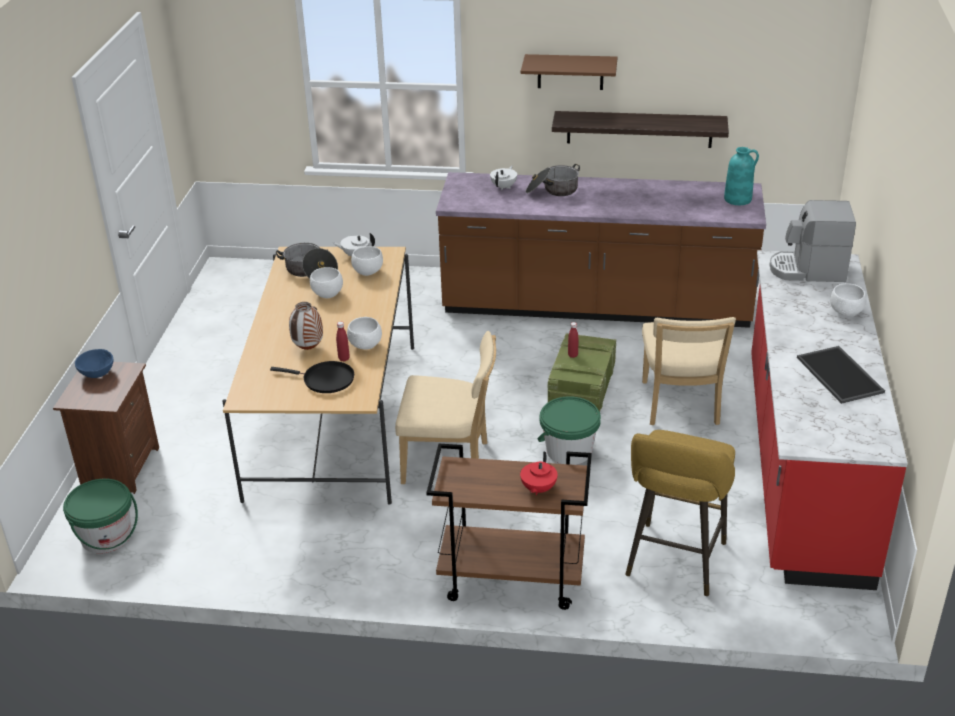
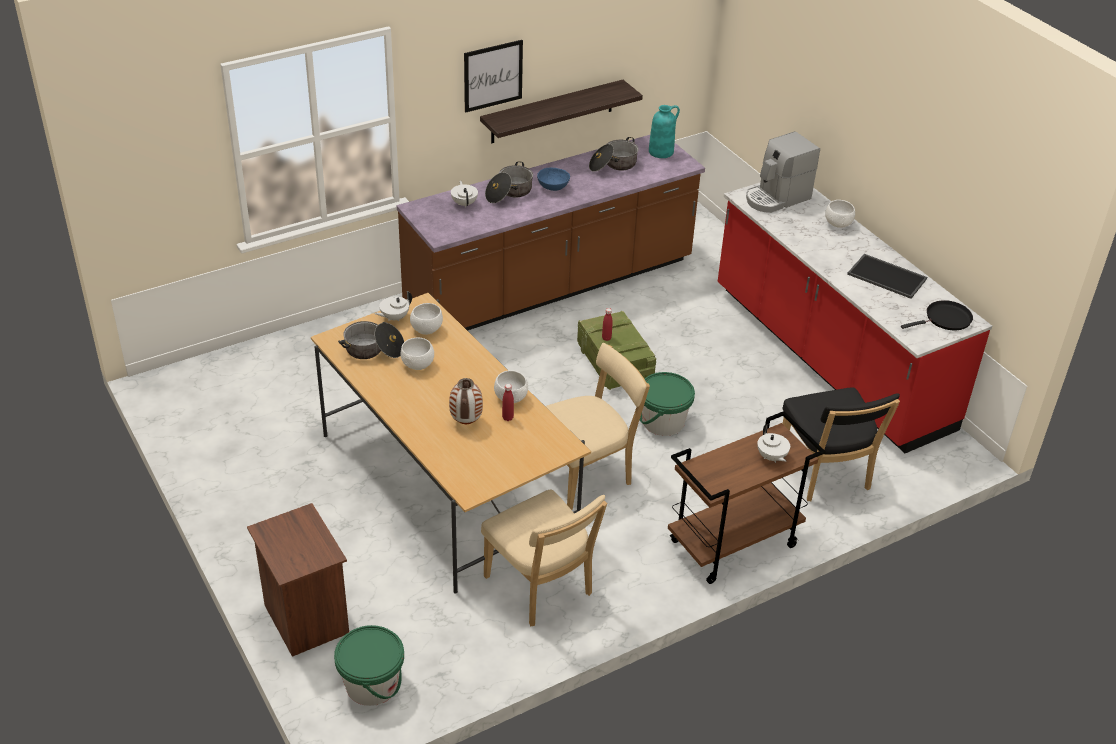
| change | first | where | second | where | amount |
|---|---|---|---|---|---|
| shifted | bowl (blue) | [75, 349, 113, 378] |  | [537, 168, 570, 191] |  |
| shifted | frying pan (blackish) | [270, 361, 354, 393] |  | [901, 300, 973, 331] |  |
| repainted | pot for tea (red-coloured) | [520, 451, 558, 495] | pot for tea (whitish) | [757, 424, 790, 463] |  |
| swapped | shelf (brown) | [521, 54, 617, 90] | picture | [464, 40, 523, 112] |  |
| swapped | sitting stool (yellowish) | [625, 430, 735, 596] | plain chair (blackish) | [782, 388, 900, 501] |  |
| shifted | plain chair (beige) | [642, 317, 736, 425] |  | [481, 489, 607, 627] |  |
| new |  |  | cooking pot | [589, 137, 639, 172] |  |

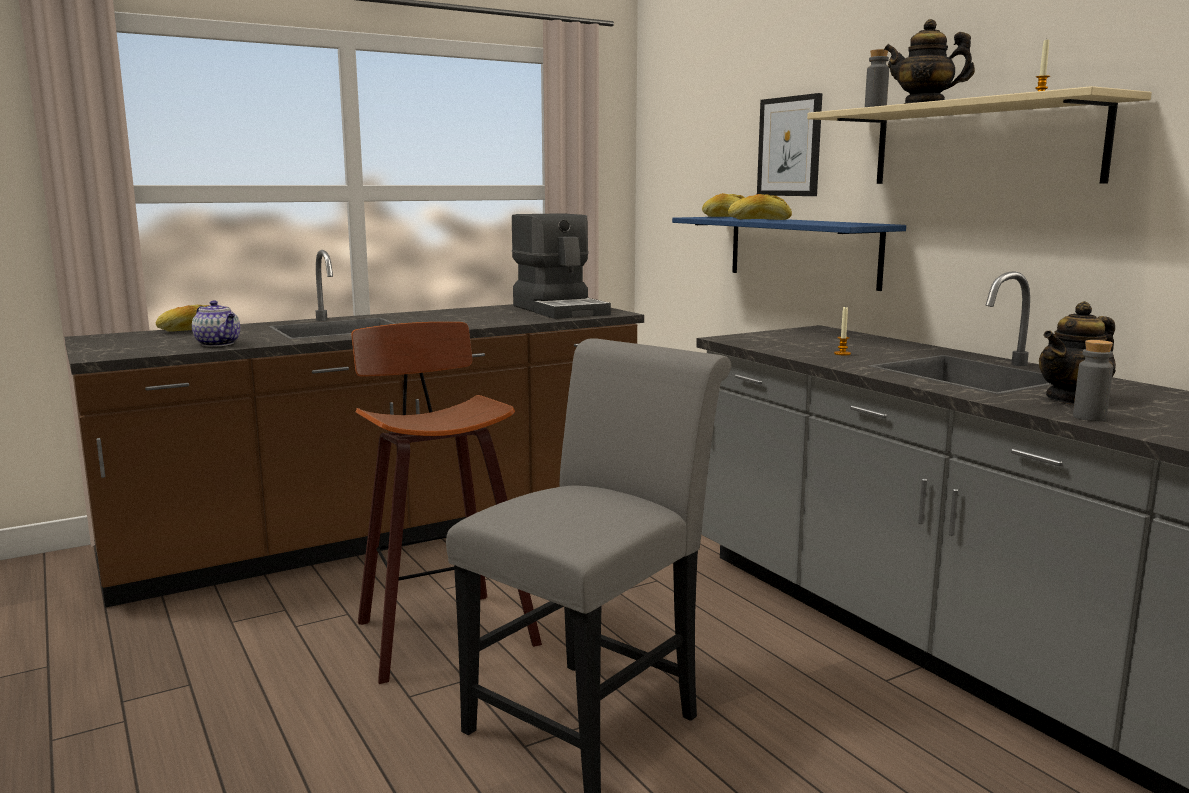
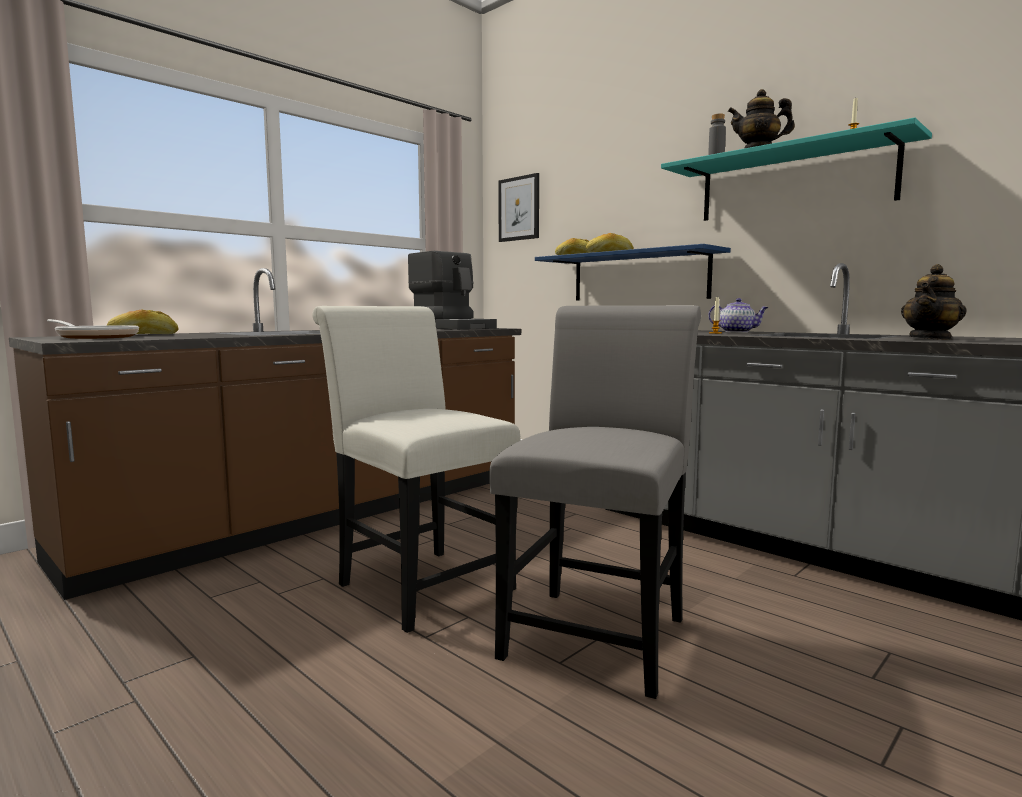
| change | first | where | second | where | amount |
|---|---|---|---|---|---|
| shifted | pot for tea | [192, 300, 240, 347] |  | [709, 298, 769, 332] |  |
| swapped | sitting stool | [351, 322, 542, 684] | plain chair (whitish) | [312, 306, 520, 633] |  |
| shifted | picture | [757, 93, 822, 196] |  | [499, 173, 539, 242] |  |
| repainted | shelf (beige) | [807, 86, 1152, 184] | shelf (turquoise) | [661, 118, 932, 221] |  |
| gone | bottle (greyish) | [1073, 340, 1113, 421] |  |  |  |
| new |  |  | frying pan | [47, 319, 139, 339] |  |

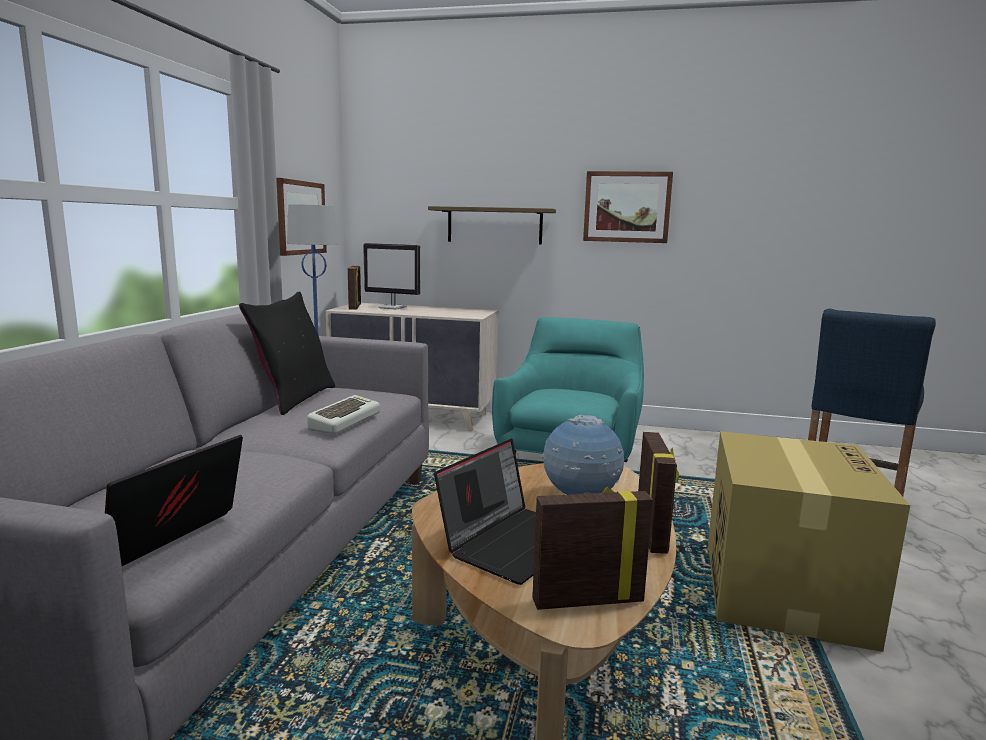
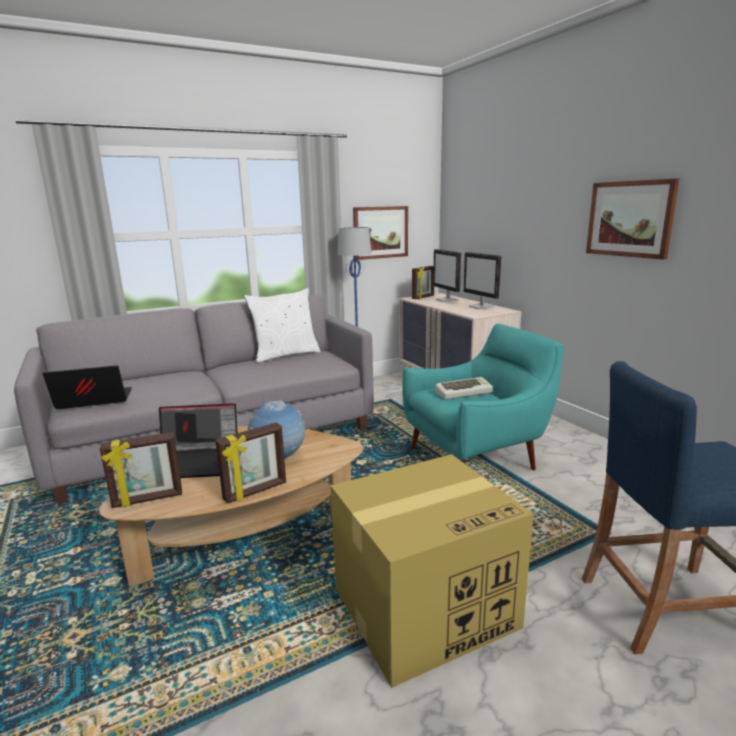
| change | first | where | second | where | amount |
|---|---|---|---|---|---|
| repainted | cushion (blackish) | [239, 291, 335, 415] | cushion (whitish) | [244, 288, 320, 363] |  |
| shifted | keyboard | [307, 395, 380, 434] |  | [435, 377, 493, 400] |  |
| gone | shelf | [428, 206, 556, 244] |  |  |  |
| rotated | photo frame | [532, 487, 653, 610] |  | [100, 432, 182, 508] | 120 degrees clockwise |
| new |  |  | monitor | [464, 252, 501, 309] |  |

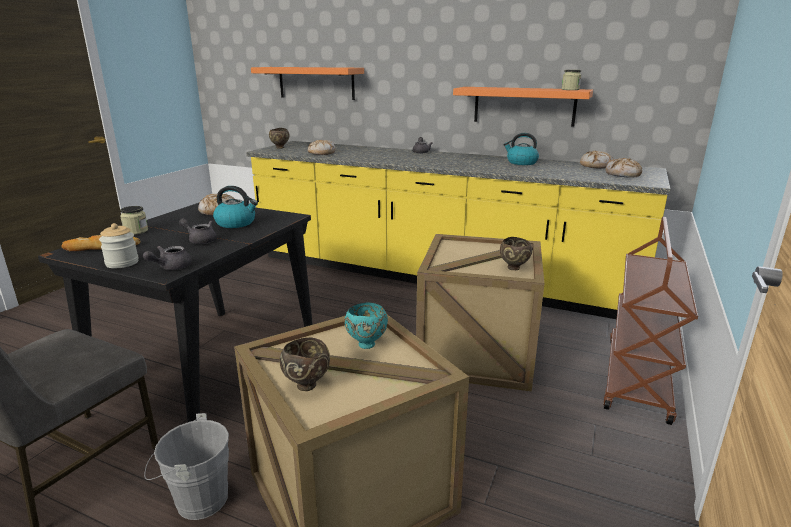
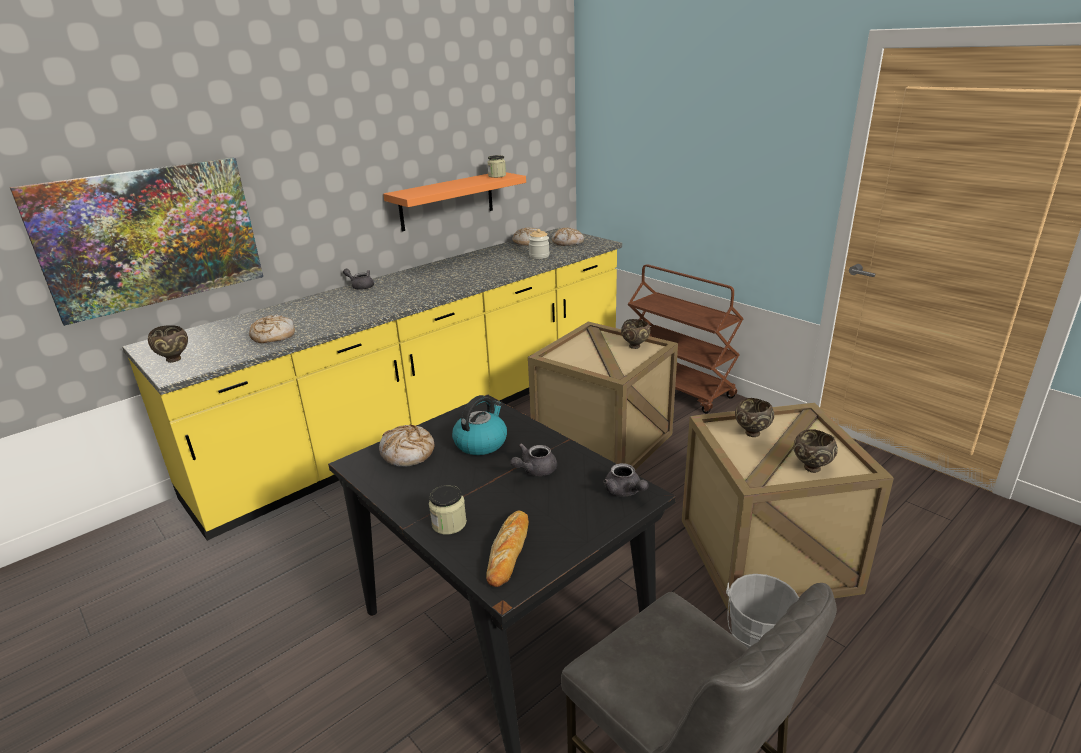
| change | first | where | second | where | amount |
|---|---|---|---|---|---|
| shifted | jar | [99, 223, 139, 268] |  | [528, 229, 549, 259] |  |
| swapped | shelf (orangey) | [251, 67, 364, 100] | picture | [10, 158, 263, 326] |  |
| repainted | bowl (turquoise) | [344, 302, 388, 349] | bowl (brown) | [735, 398, 774, 437] |  |
| gone | kettle | [504, 133, 539, 165] |  |  |  |

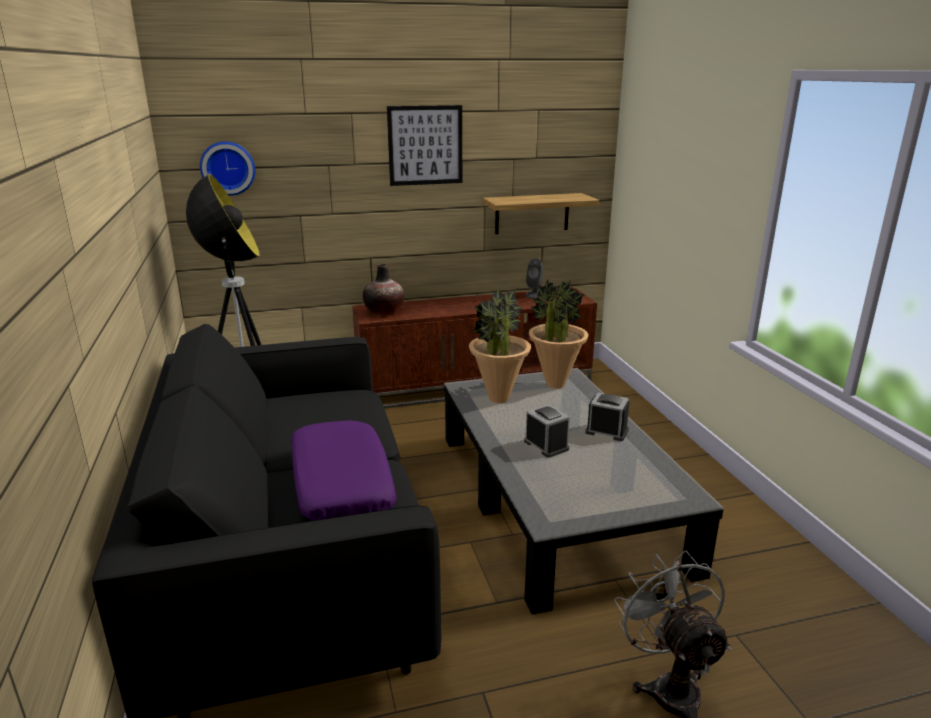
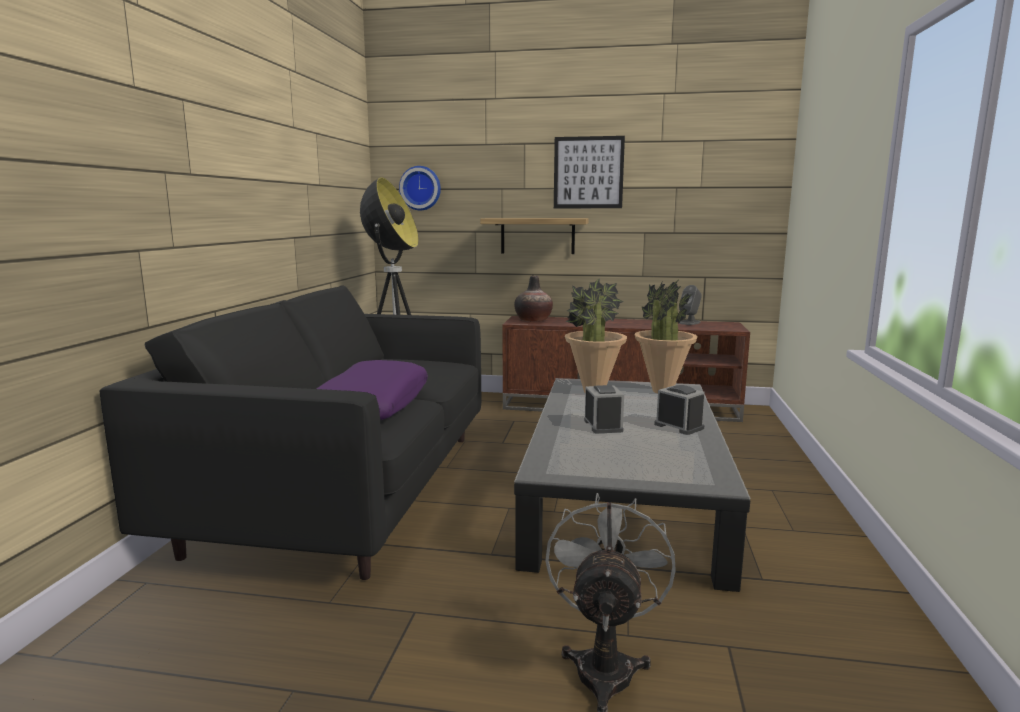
| change | first | where | second | where | amount |
|---|---|---|---|---|---|
| shifted | shelf | [482, 193, 599, 234] |  | [480, 218, 589, 254] |  |

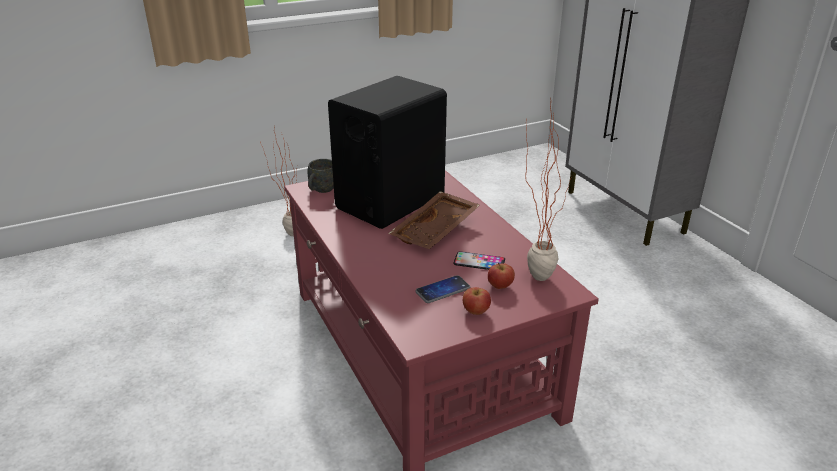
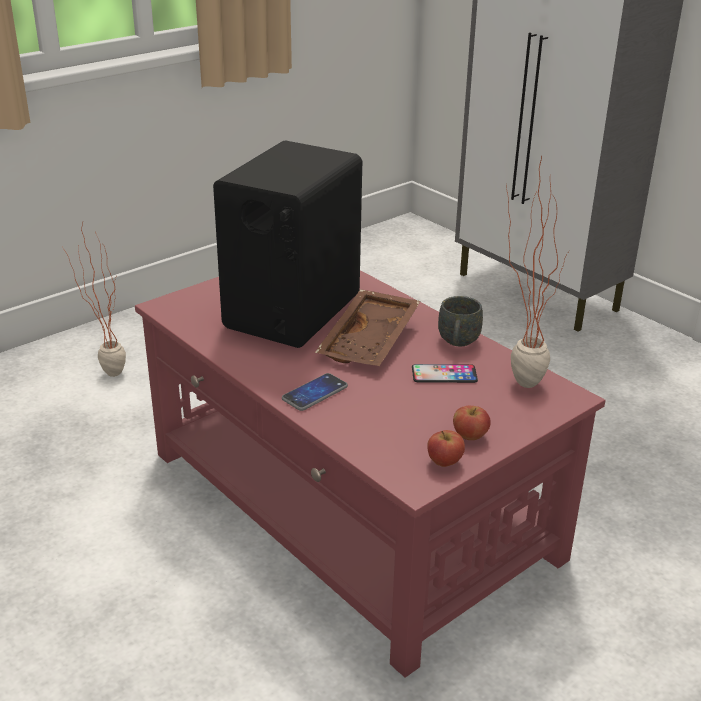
| change | first | where | second | where | amount |
|---|---|---|---|---|---|
| shifted | mug (greyish) | [308, 159, 334, 193] |  | [438, 296, 483, 346] |  |
| shifted | phone | [415, 275, 470, 303] |  | [282, 373, 348, 411] |  |
| shifted | whole apple | [488, 263, 515, 289] |  | [427, 430, 465, 467] |  |

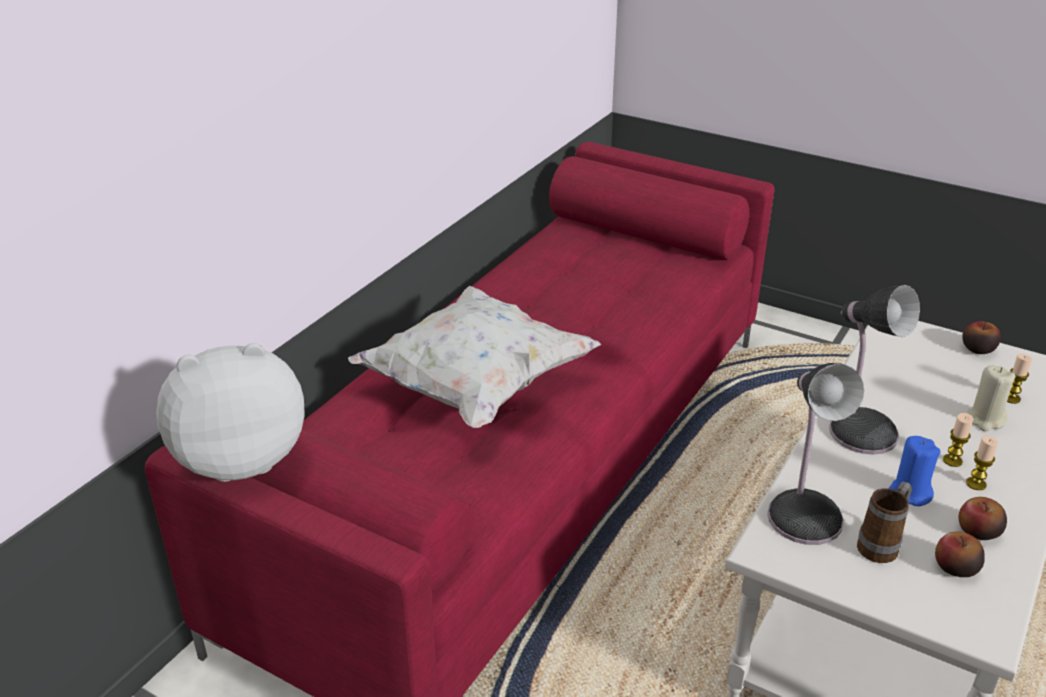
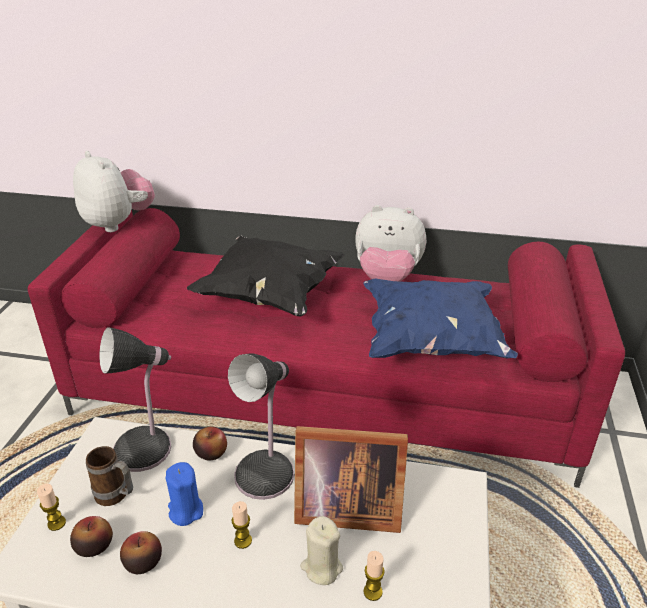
| change | first | where | second | where | amount |
|---|---|---|---|---|---|
| repainted | cushion (whitish) | [348, 286, 601, 428] | cushion (blackish) | [187, 236, 345, 317] |  |
| shifted | whole apple | [962, 322, 1000, 354] |  | [193, 427, 227, 460] |  |
| shifted | candle | [966, 436, 998, 490] |  | [37, 484, 66, 531] |  |
| new |  |  | photo frame | [294, 426, 408, 533] |  |
| new |  |  | soft toy | [355, 205, 426, 281] |  |
| new |  |  | cushion (blue) | [363, 278, 518, 358] |  |

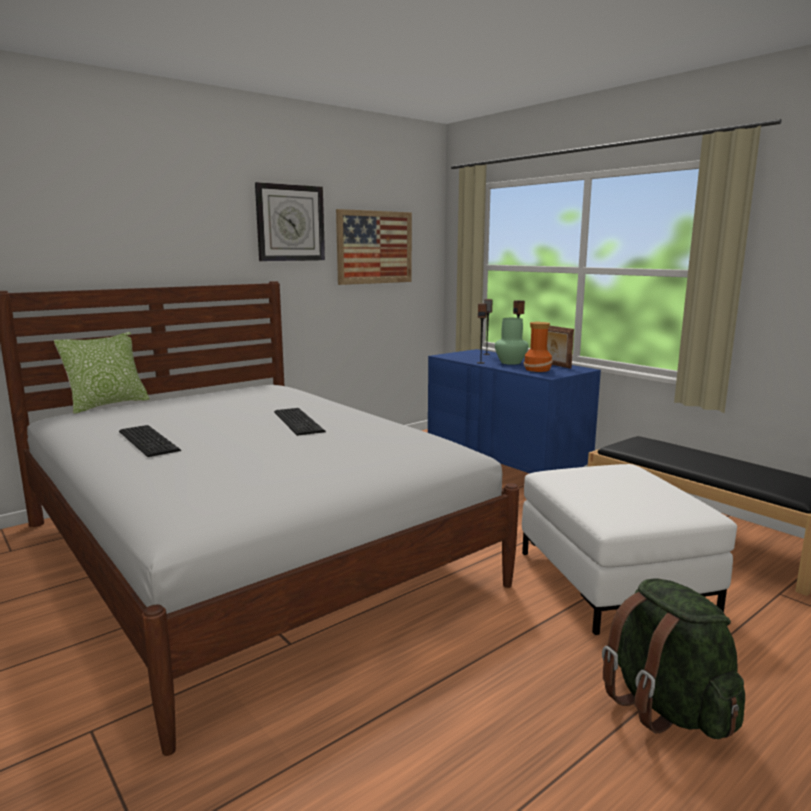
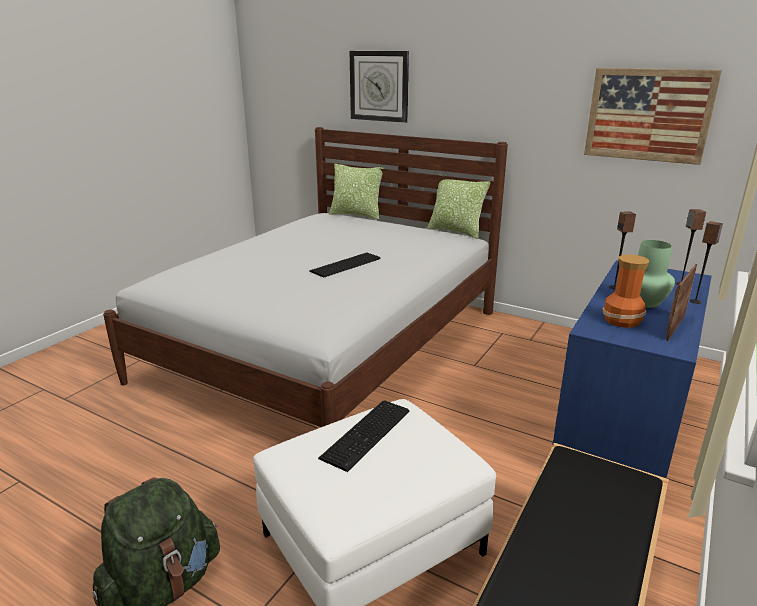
| change | first | where | second | where | amount |
|---|---|---|---|---|---|
| shifted | keyboard | [119, 425, 181, 457] |  | [318, 401, 409, 472] |  |
| shifted | hanging clock | [255, 182, 325, 261] |  | [350, 51, 409, 123] |  |
| new |  |  | cushion | [427, 174, 490, 239] |  |

